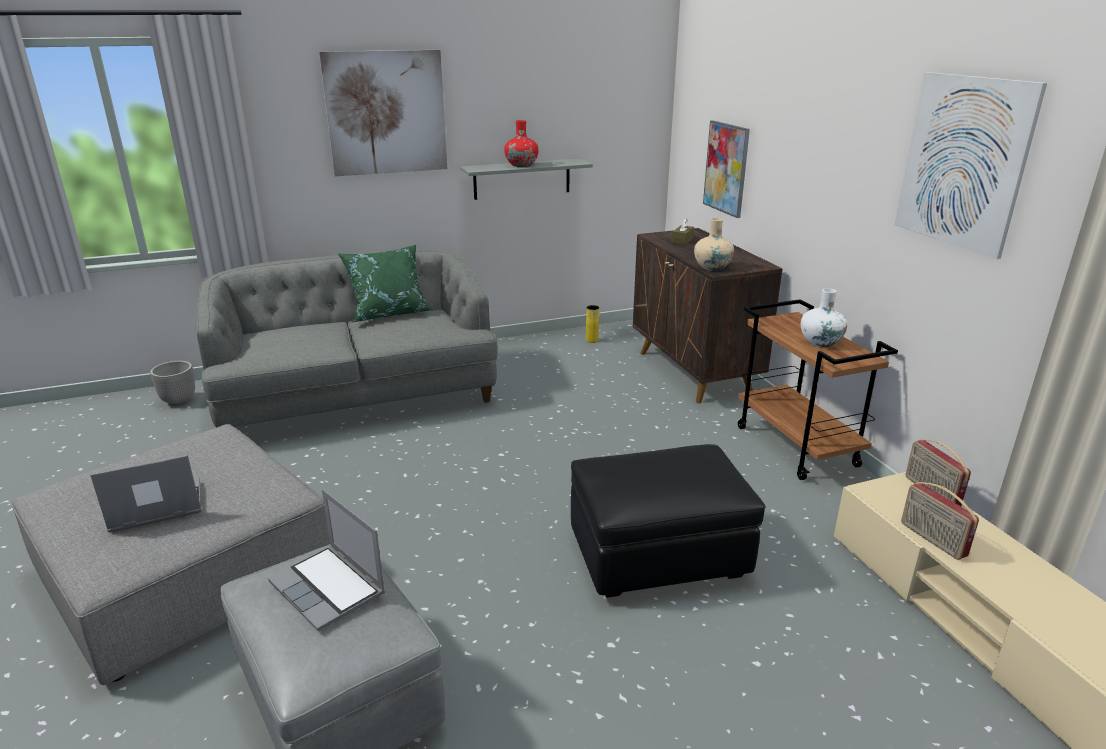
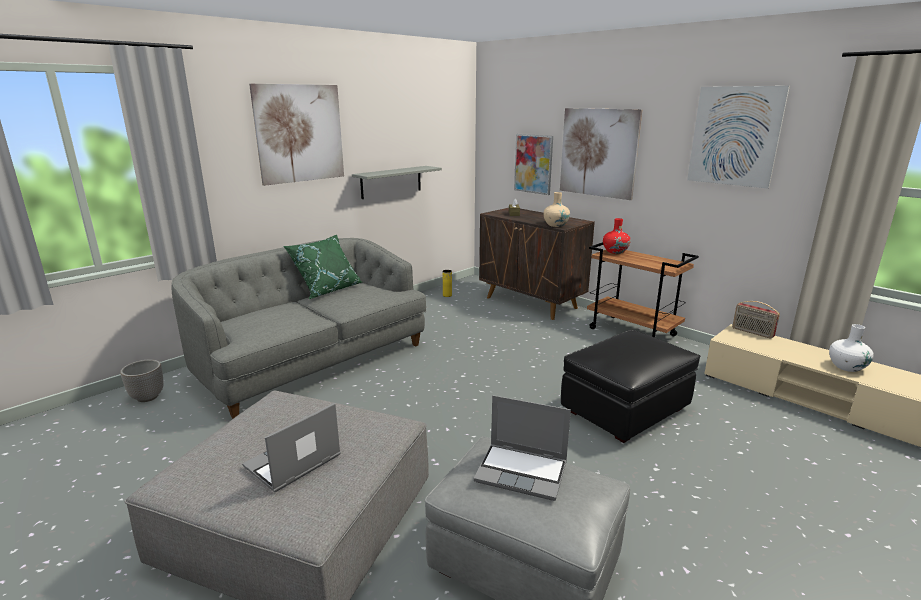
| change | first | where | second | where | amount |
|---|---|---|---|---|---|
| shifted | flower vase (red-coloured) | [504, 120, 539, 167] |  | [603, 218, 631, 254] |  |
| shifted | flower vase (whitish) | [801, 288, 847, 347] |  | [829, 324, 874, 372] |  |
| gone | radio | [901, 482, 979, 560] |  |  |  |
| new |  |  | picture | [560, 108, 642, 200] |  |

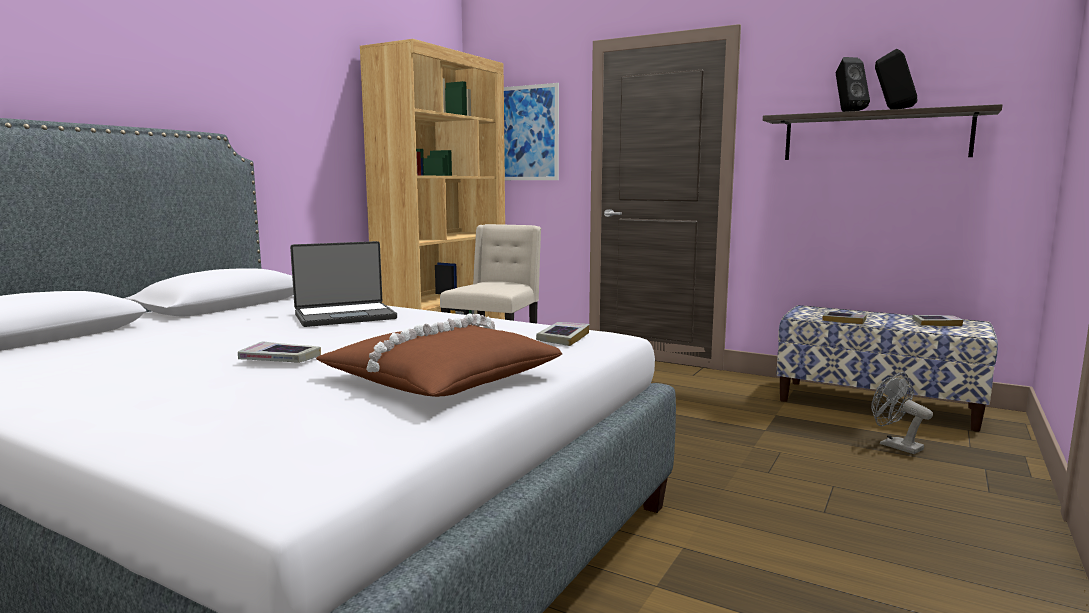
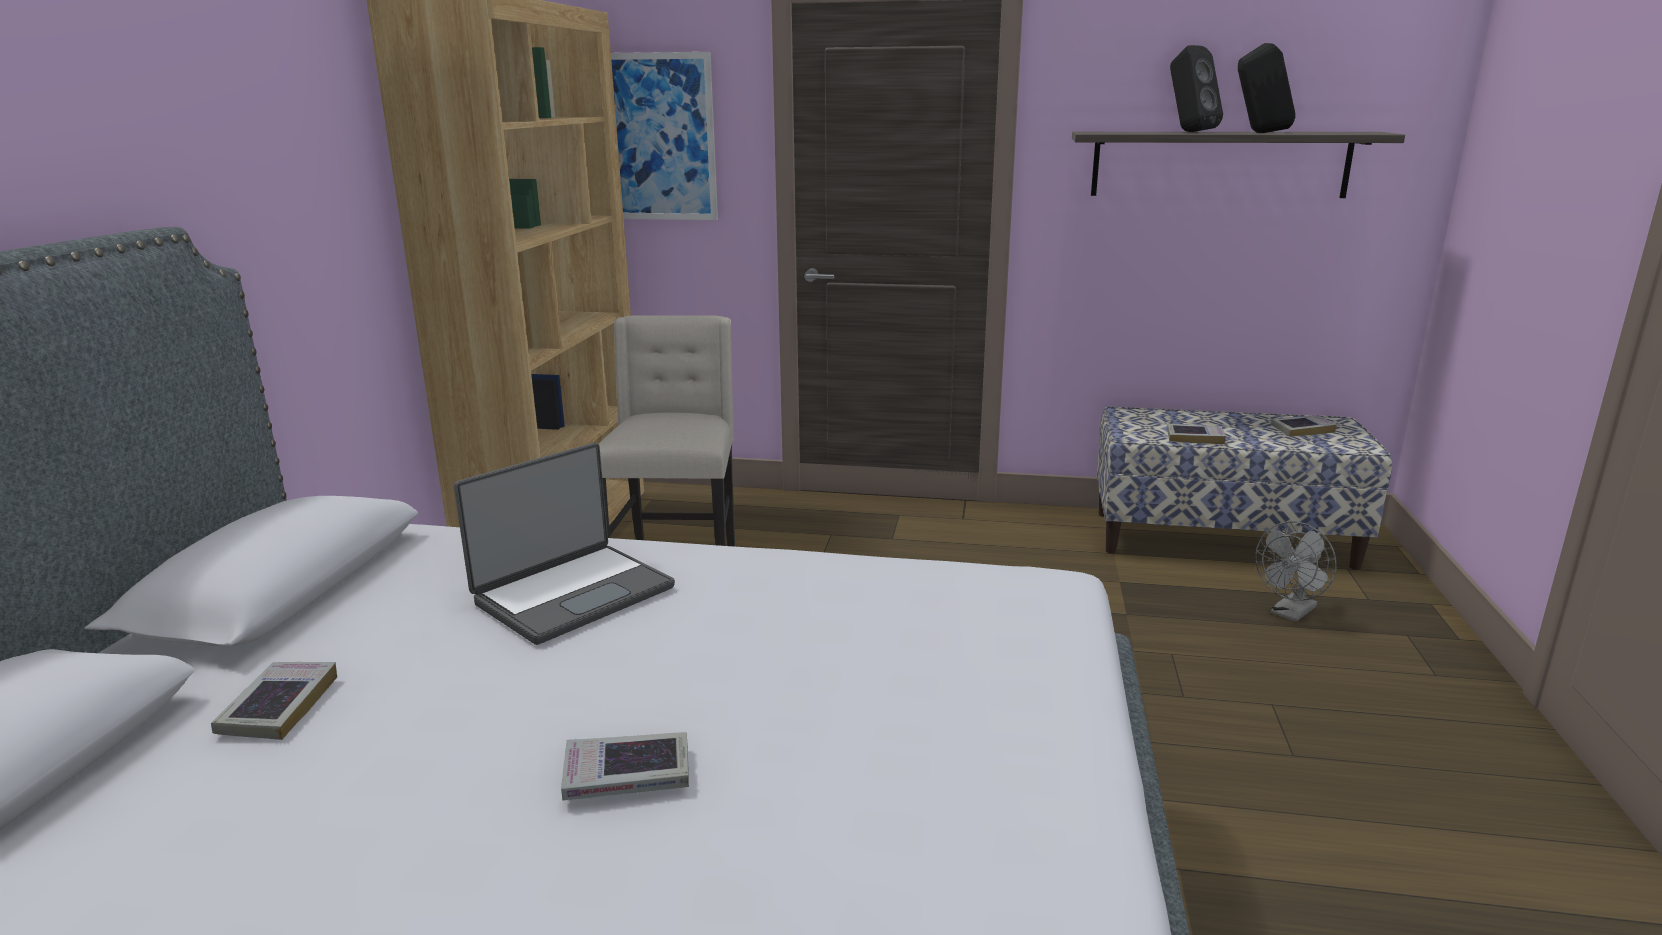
| change | first | where | second | where | amount |
|---|---|---|---|---|---|
| gone | cushion (brown) | [316, 313, 562, 397] |  |  |  |
| shifted | volume | [536, 322, 590, 346] |  | [211, 662, 337, 740] |  |
| rotated | fan (greyish) | [871, 372, 933, 454] |  | [1255, 521, 1337, 622] | 75 degrees counterclockwise |

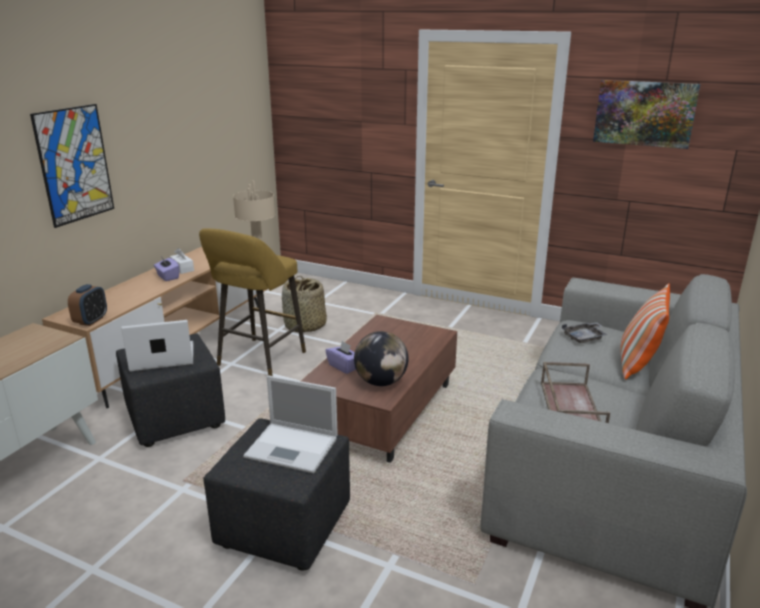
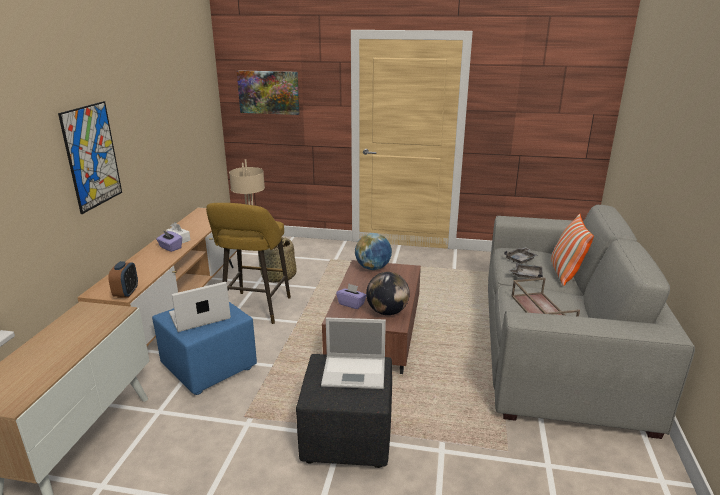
| change | first | where | second | where | amount |
|---|---|---|---|---|---|
| repainted | ottoman (blackish) | [116, 333, 225, 447] | ottoman (blue) | [152, 302, 257, 395] |  |
| shifted | picture | [593, 80, 700, 149] |  | [237, 70, 299, 115] |  |
| new |  |  | desk globe | [355, 233, 392, 270] |  |
| new |  |  | carrying tray (greyish) | [509, 263, 543, 279] |  |

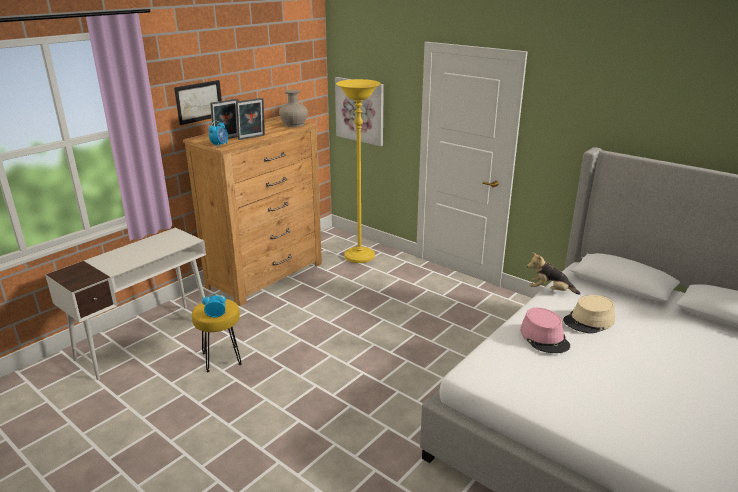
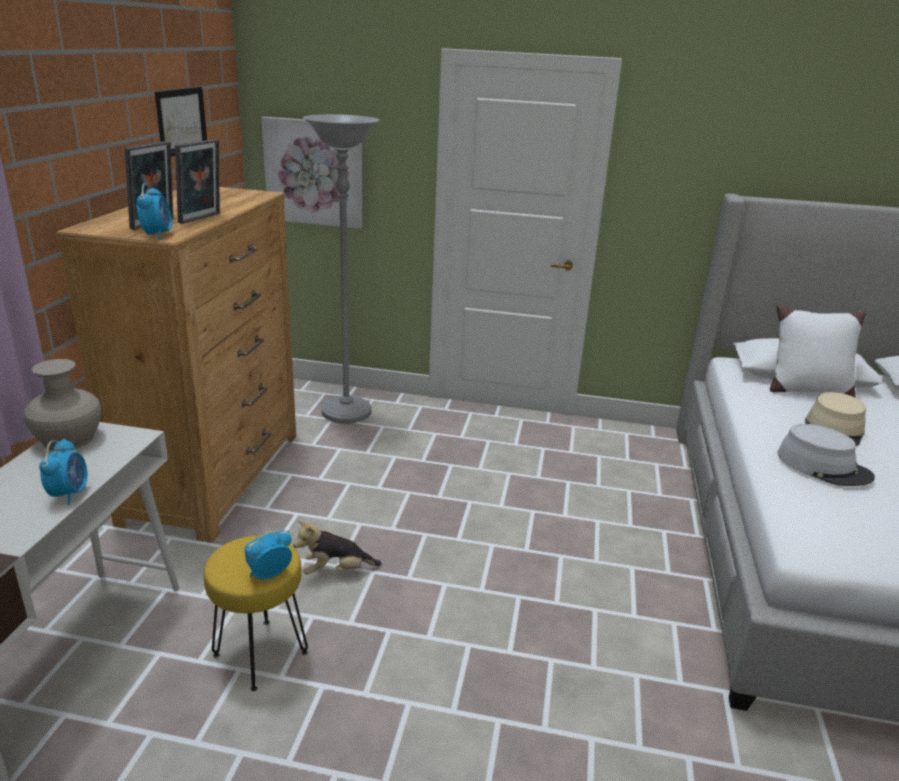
| change | first | where | second | where | amount |
|---|---|---|---|---|---|
| shifted | picture | [174, 80, 222, 125] |  | [155, 87, 207, 157] |  |
| shifted | flower vase (beige) | [279, 90, 308, 127] |  | [24, 359, 101, 450] |  |
| repainted | standing lamp (yellowish) | [336, 79, 381, 263] | standing lamp (greyish) | [303, 114, 380, 424] |  |
| repainted | wearable hat (pink-coloured) | [520, 308, 570, 353] | wearable hat (greyish) | [777, 424, 875, 486] |  |
| shifted | soft toy | [527, 252, 581, 295] |  | [293, 520, 382, 574] |  |
| new |  |  | alarm clock | [39, 439, 87, 505] |  |
| new |  |  | cushion (whitish) | [770, 305, 866, 398] |  |

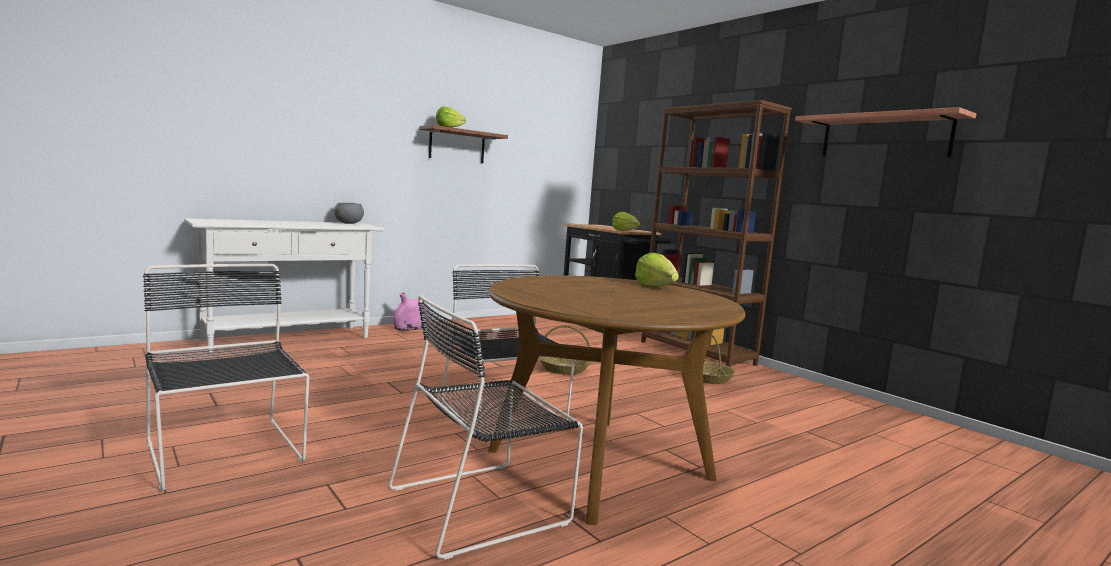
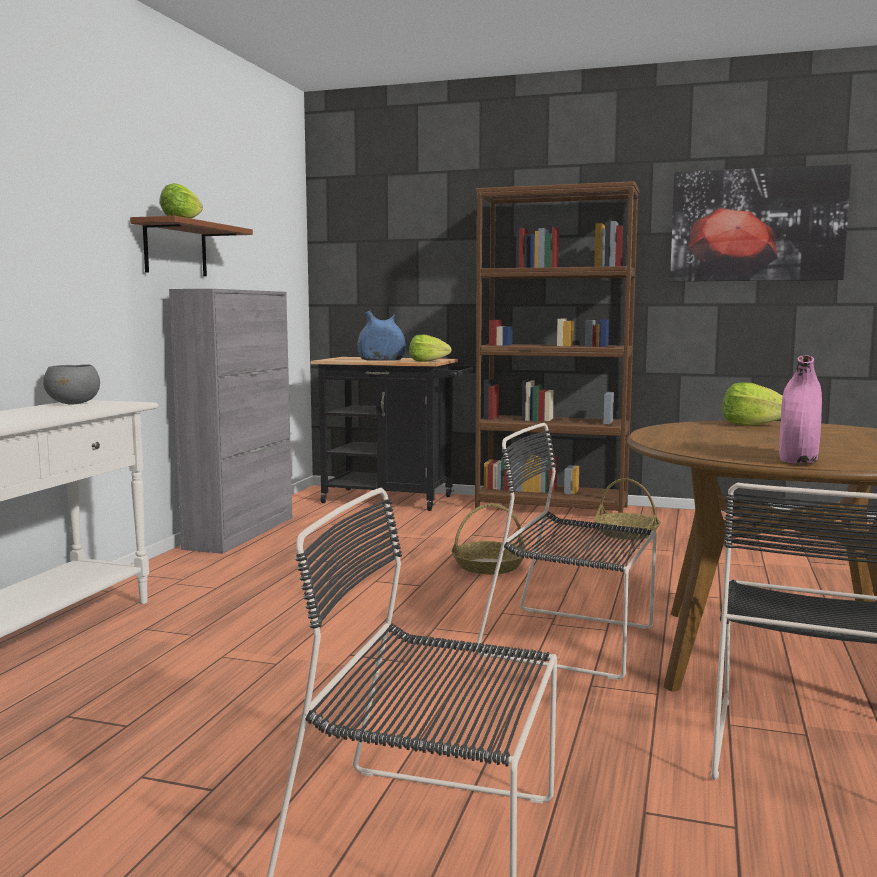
| change | first | where | second | where | amount |
|---|---|---|---|---|---|
| shifted | flower vase (pink-coloured) | [393, 292, 428, 330] |  | [779, 355, 822, 463] |  |
| swapped | shelf | [795, 107, 976, 157] | picture | [670, 164, 852, 282] |  |
| new |  |  | cupboard (greyish) | [169, 289, 292, 554] |  |
| new |  |  | flower vase (blue) | [358, 310, 406, 360] |  |

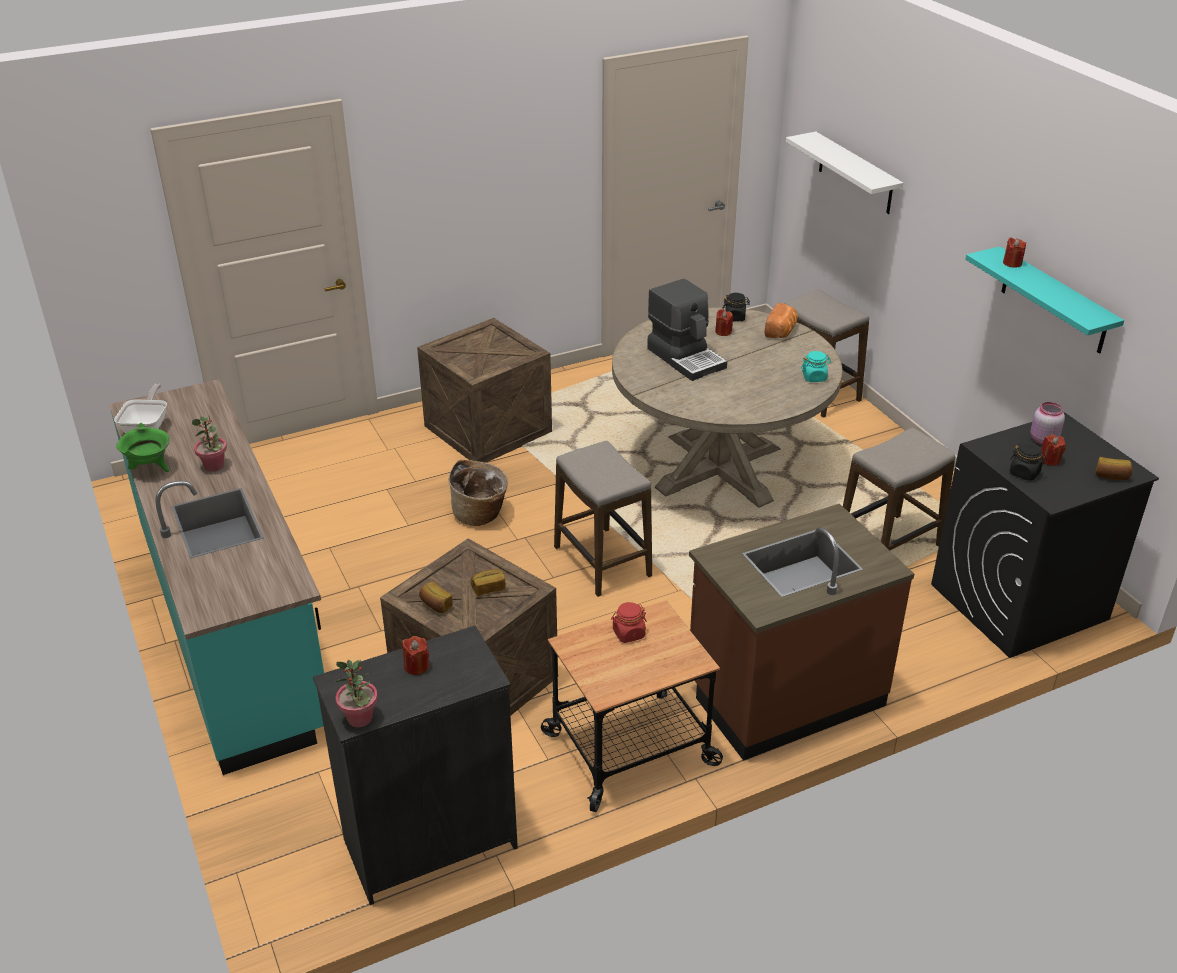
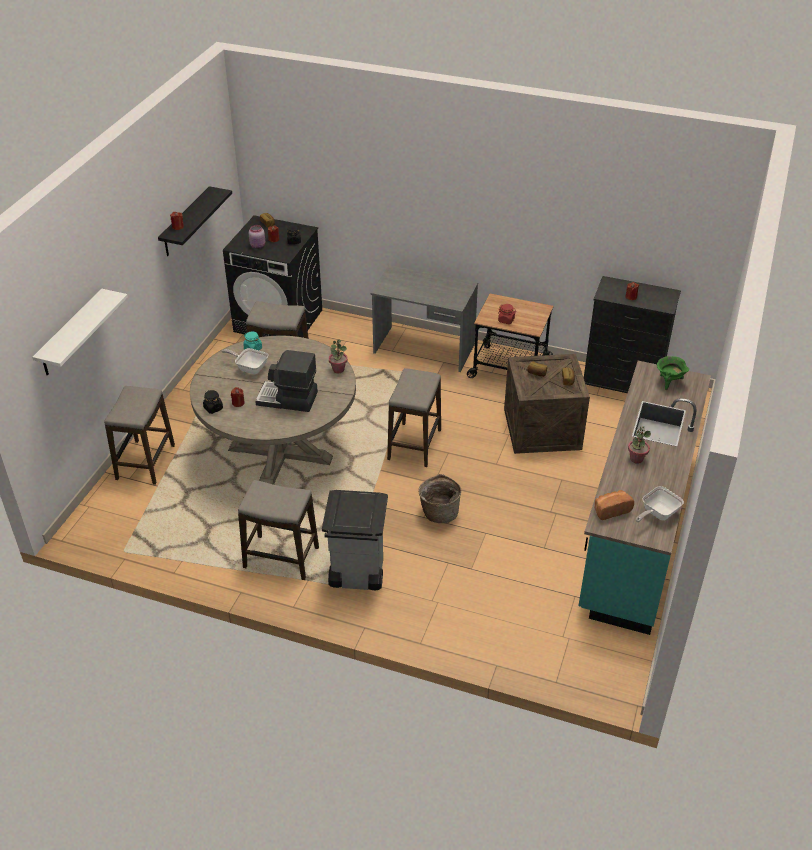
| change | first | where | second | where | amount |
|---|---|---|---|---|---|
| shifted | cooking pot (greenish) | [116, 423, 170, 472] |  | [657, 356, 689, 390] |  |
| shifted | plant in a pot | [334, 660, 378, 727] |  | [329, 340, 348, 373] |  |
| swapped | packing crate | [417, 318, 552, 463] | trash can (greyish) | [322, 490, 388, 590] |  |
| rotated | coffee machine | [647, 279, 727, 381] |  | [255, 350, 318, 412] | 90 degrees counterclockwise |
| swapped | counter (brown) | [689, 504, 914, 761] | desk (greyish) | [370, 265, 478, 372] |  |
| shifted | bread | [764, 303, 798, 338] |  | [594, 490, 634, 520] |  |
| repainted | shelf (turquoise) | [965, 246, 1124, 354] | shelf (blackish) | [158, 186, 232, 256] |  |
| new |  |  | frying pan | [222, 348, 268, 374] |  |
| new |  |  | sitting stool | [238, 480, 319, 580] |  |

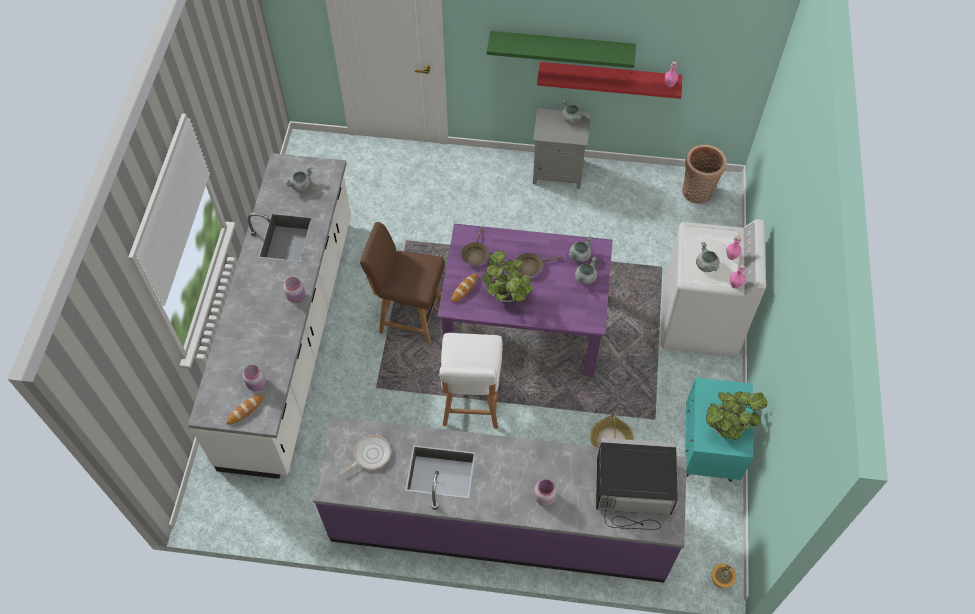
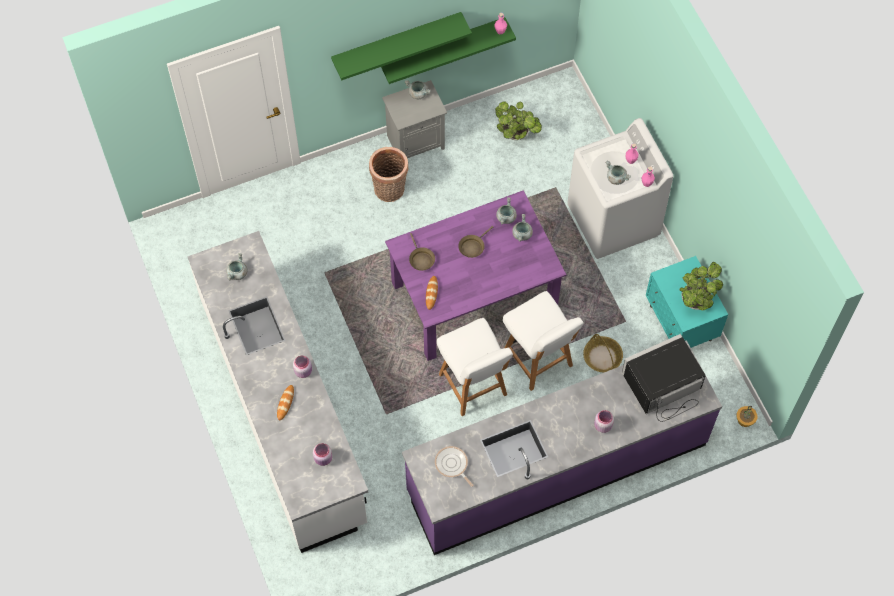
| change | first | where | second | where | amount |
|---|---|---|---|---|---|
| shifted | bread | [226, 395, 263, 425] |  | [277, 385, 294, 420] |  |
| rotated | frying pan | [340, 435, 391, 475] |  | [435, 446, 473, 487] | 60 degrees counterclockwise |
| gone | plain chair (brown) | [360, 222, 445, 344] |  |  |  |
| shifted | plant in a pot | [482, 251, 533, 302] |  | [495, 101, 542, 140] |  |
| repainted | shelf (red-coloured) | [537, 62, 682, 99] | shelf (greenish) | [381, 17, 516, 84] |  |
| shifted | household basket | [682, 144, 727, 204] |  | [369, 147, 408, 202] |  |
| new |  |  | plain chair (whitish) | [503, 291, 584, 391] |  |

